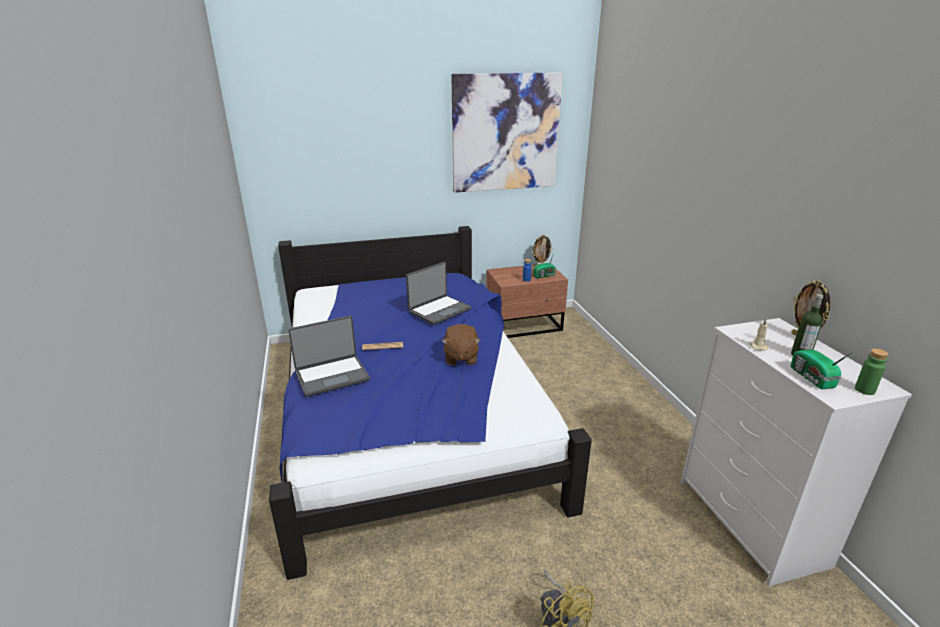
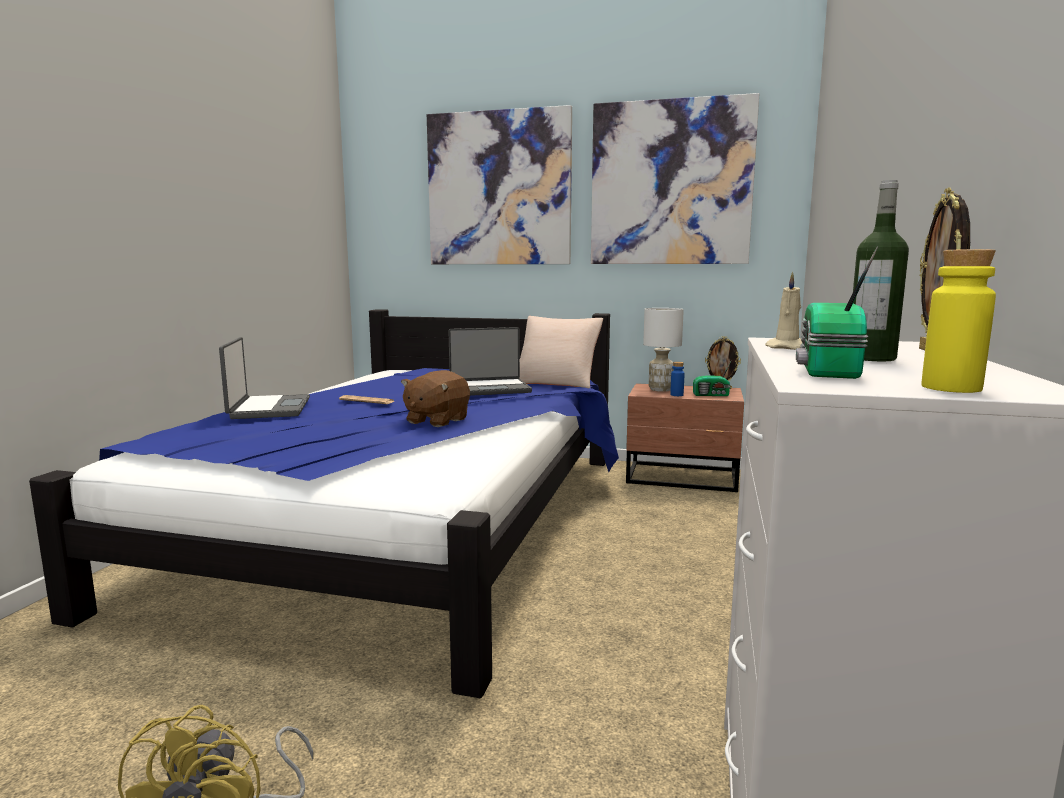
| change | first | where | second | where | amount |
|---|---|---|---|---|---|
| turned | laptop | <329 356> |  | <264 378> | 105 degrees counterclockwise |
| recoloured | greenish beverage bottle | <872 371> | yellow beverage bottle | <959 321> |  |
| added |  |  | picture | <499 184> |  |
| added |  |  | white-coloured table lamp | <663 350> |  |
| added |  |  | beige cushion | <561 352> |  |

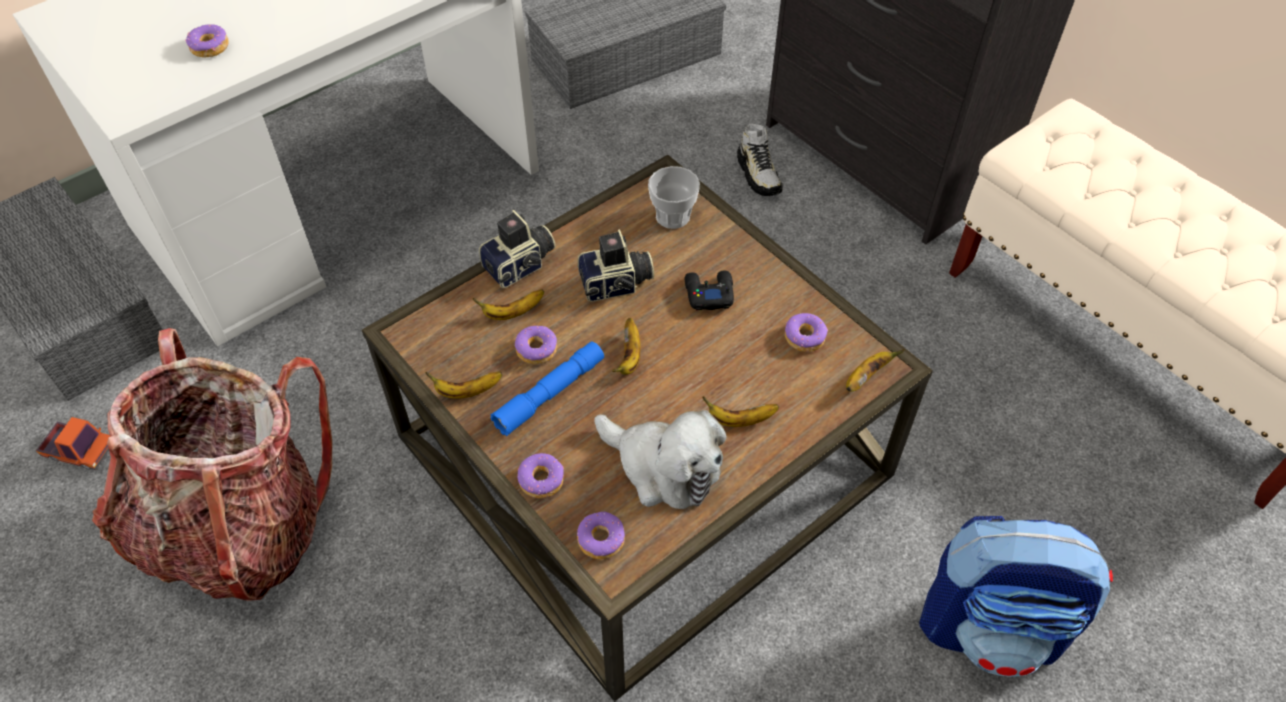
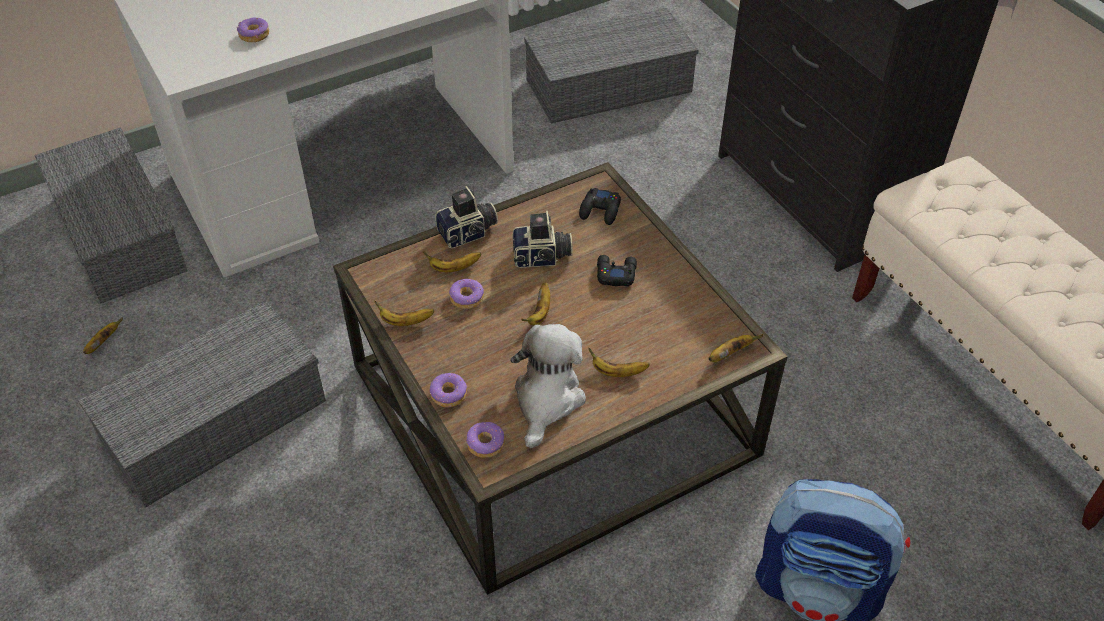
| change | first | where | second | where | amount |
|---|---|---|---|---|---|
| removed | low shoe | <760 160> |  |  |  |
| replaced | cup | <674 197> | black-coloured joypad | <600 206> |  |
| removed | ring doughnut | <806 332> |  |  |  |
| replaced | rucksack | <212 464> | grey storage box | <202 403> |  |
| removed | blue flashlight | <547 388> |  |  |  |
| turned | cuddly toy | <661 459> |  | <548 386> | 120 degrees counterclockwise |
| replaced | toy truck | <73 443> | banana | <103 335> |  |

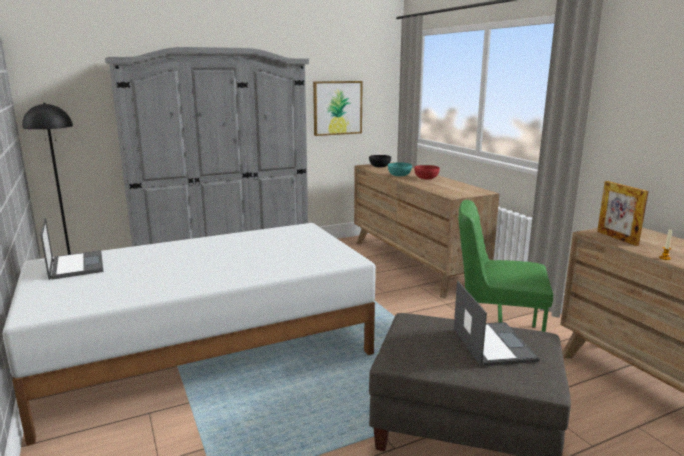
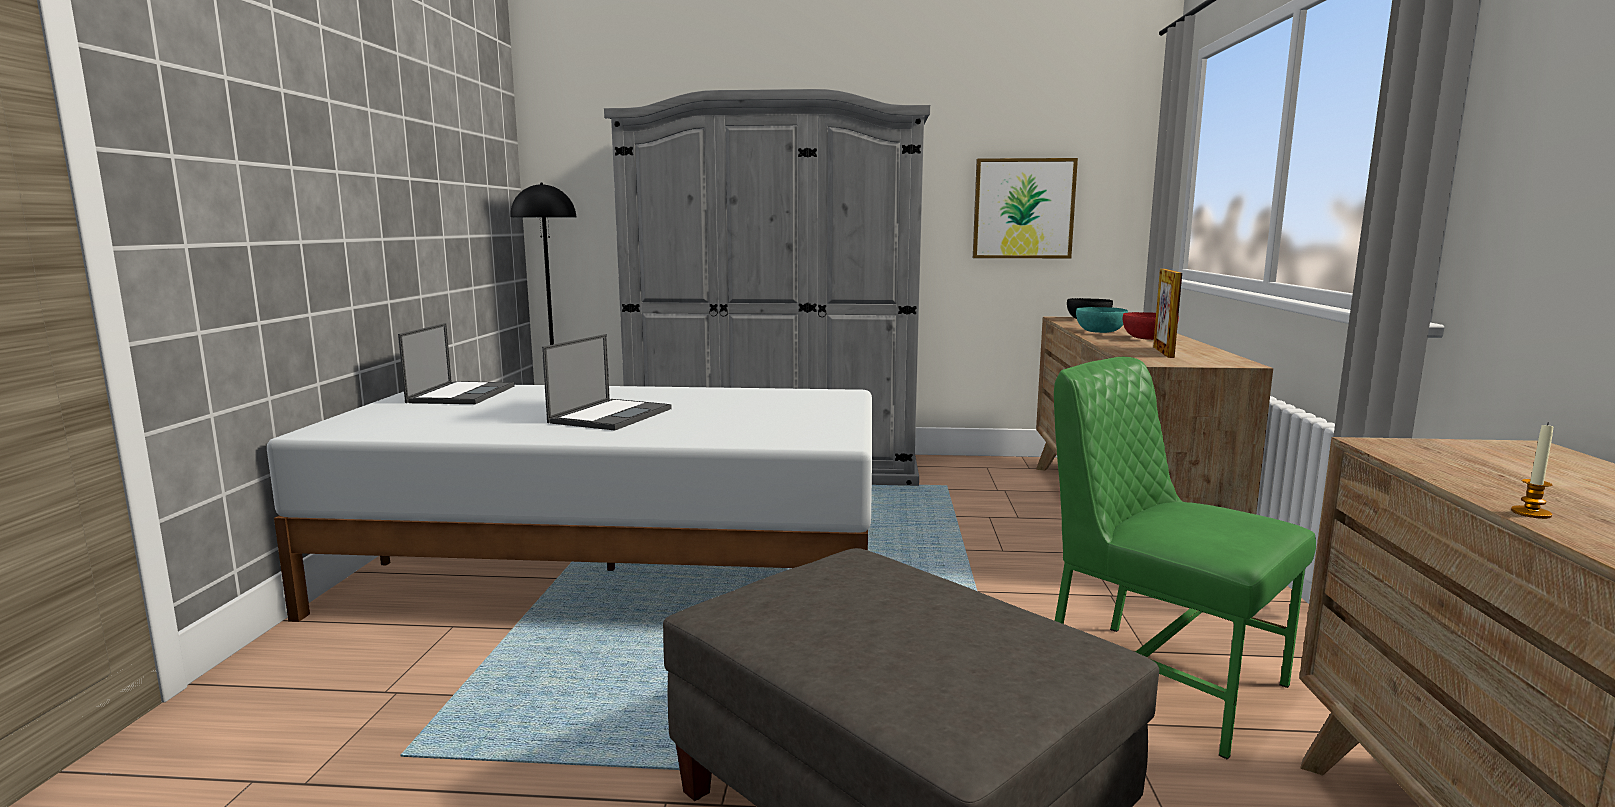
| change | first | where | second | where | amount |
|---|---|---|---|---|---|
| moved | photo frame | <623 213> |  | <1167 313> |  |
| moved | laptop | <497 323> |  | <607 382> |  |

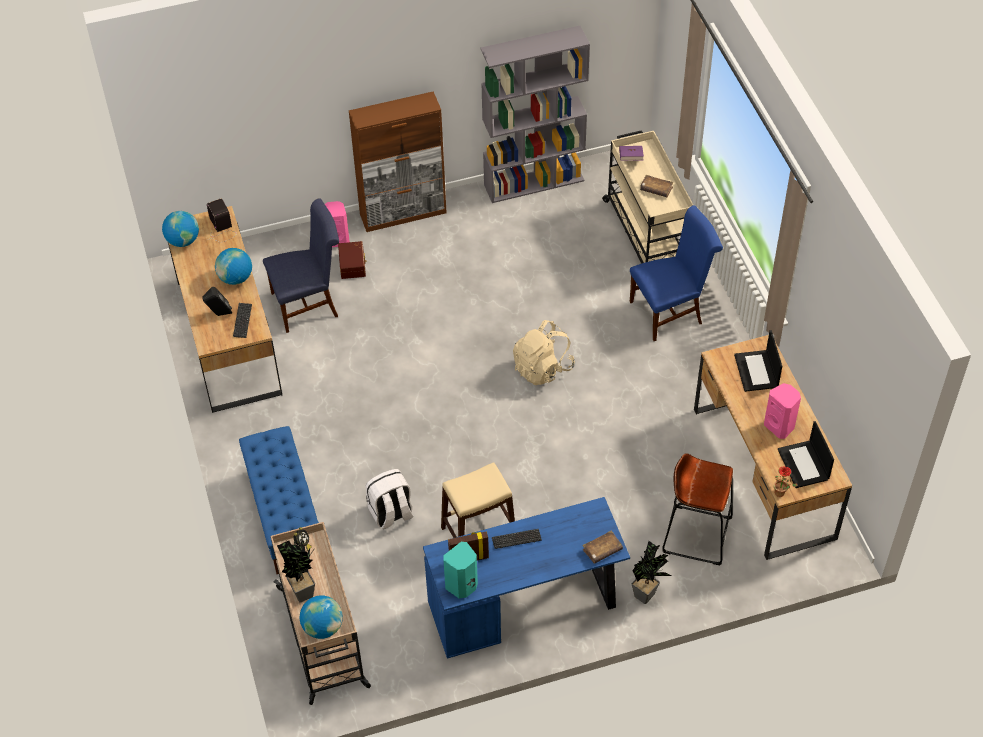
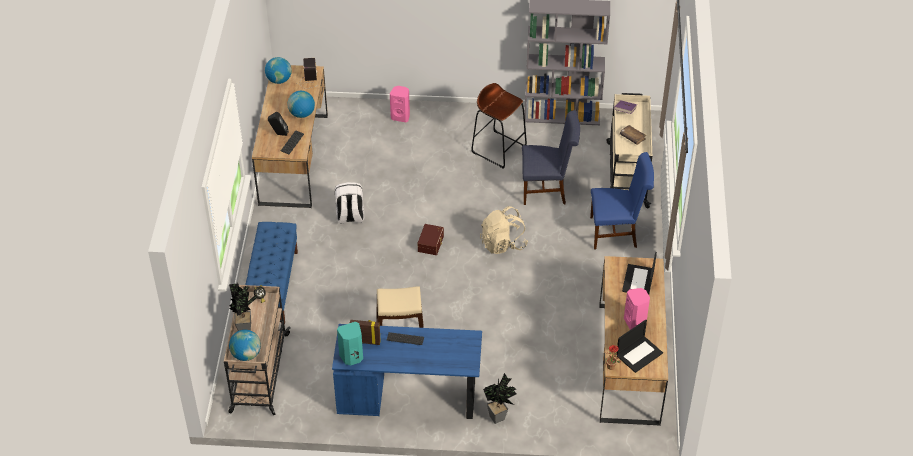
| change | first | where | second | where | amount |
|---|---|---|---|---|---|
| removed | brown-coloured storage cabinet | <398 161> |  |  |  |
| moved | blue upright chair | <301 265> |  | <551 157> |  |
| moved | brown-coloured storage box | <352 260> |  | <431 239> |  |
| turned | laptop | <806 454> |  | <639 346> | 135 degrees counterclockwise |
| moved | brown-coloured stool seat | <697 509> |  | <499 126> |  |
| moved | white-coloured rucksack | <389 499> |  | <350 203> |  |
| removed | brown-coloured bound book | <602 547> |  |  |  |

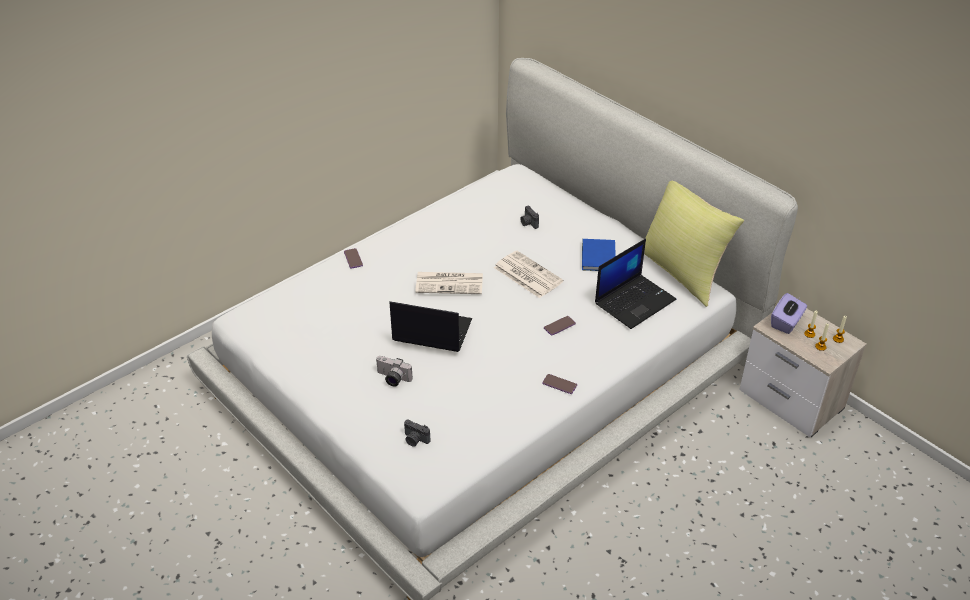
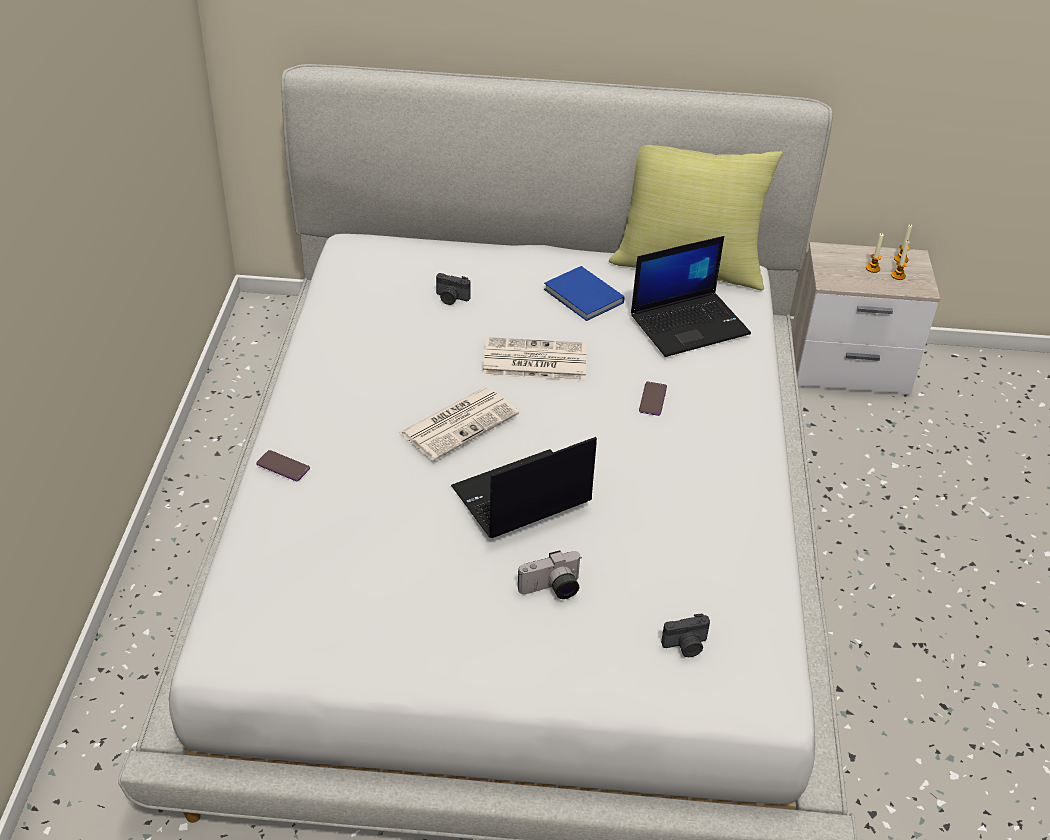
| change | first | where | second | where | amount |
|---|---|---|---|---|---|
| turned | laptop | <635 284> |  | <691 296> | 60 degrees clockwise |
| removed | purple-coloured tissue holder | <789 313> |  |  |  |
| removed | phone | <559 384> |  |  |  |

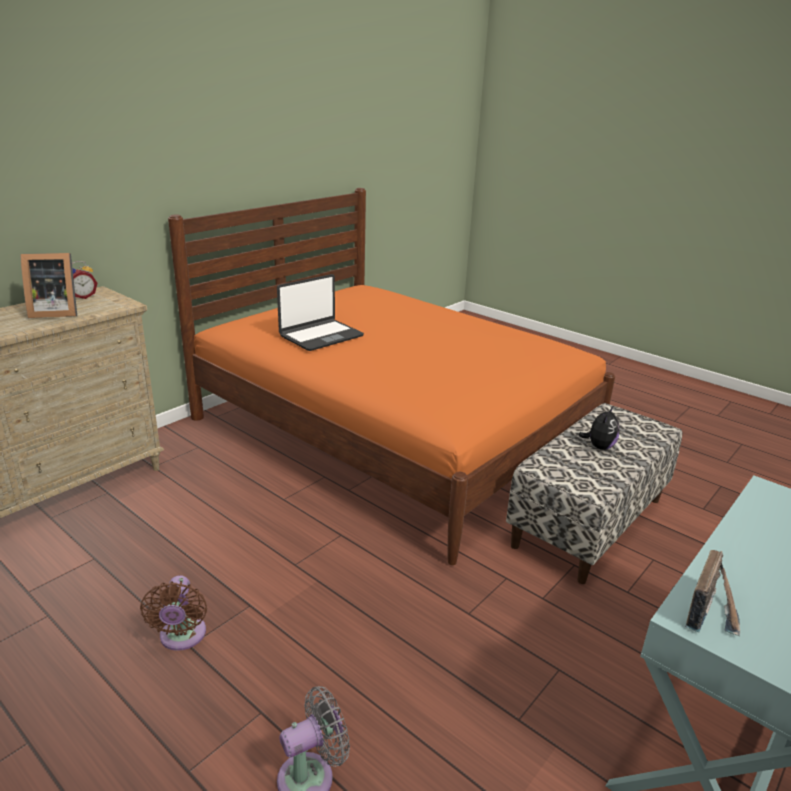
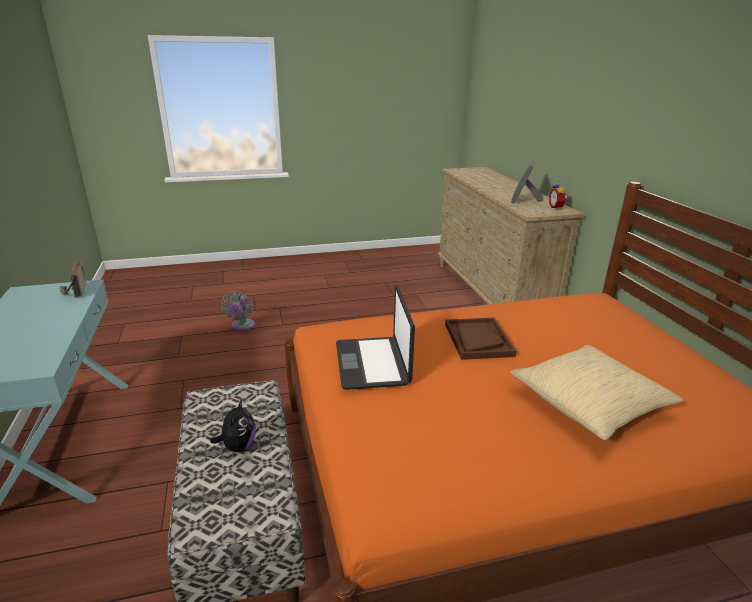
| change | first | where | second | where | amount |
|---|---|---|---|---|---|
| moved | laptop | <320 312> |  | <375 338> |  |
| turned | cuddly toy | <599 427> |  | <233 425> | 150 degrees counterclockwise |
| removed | brown-coloured cooling fan | <173 613> |  |  |  |
| added |  |  | brown-coloured carrying tray | <481 339> |  |
| added |  |  | beige cushion | <597 392> |  |

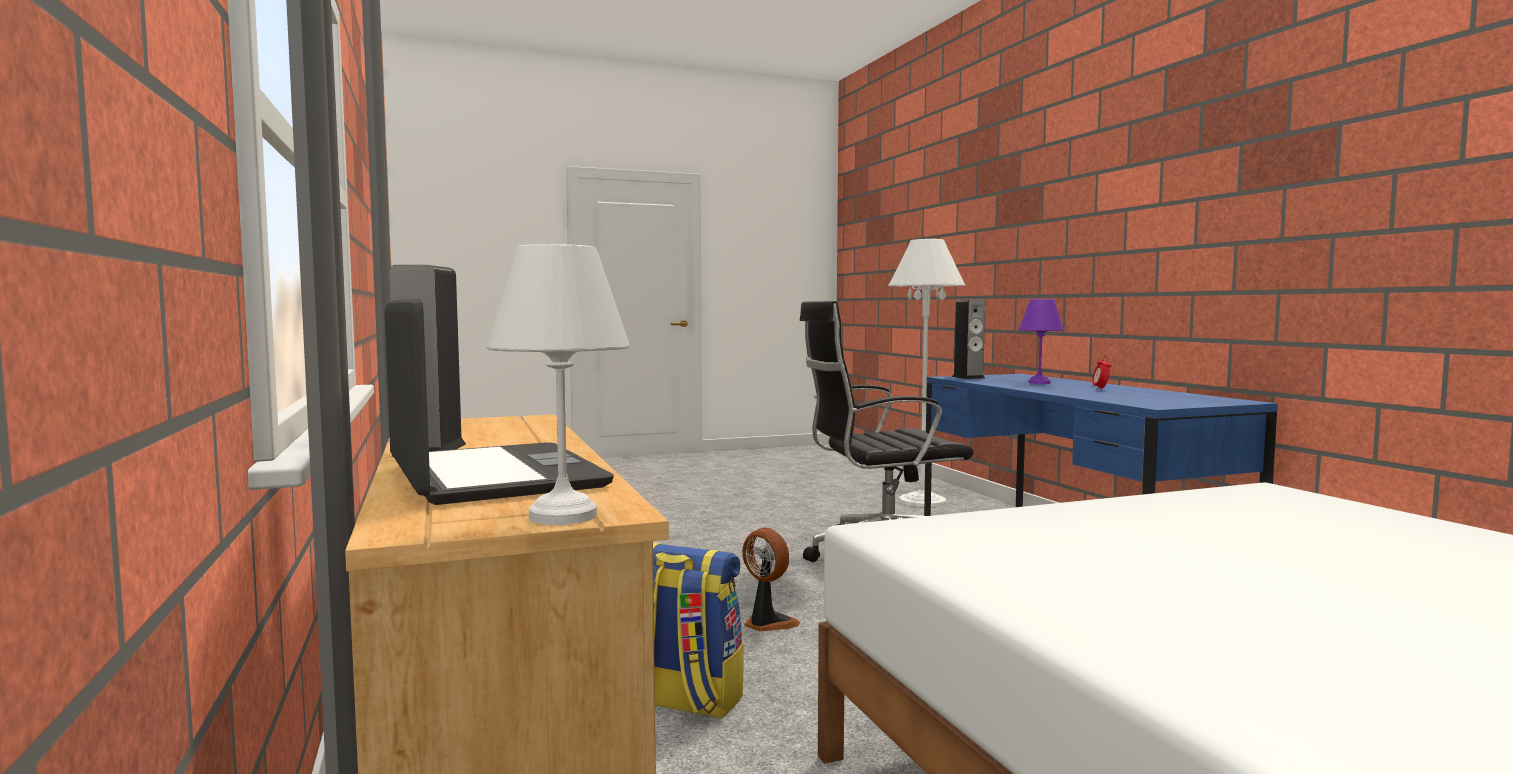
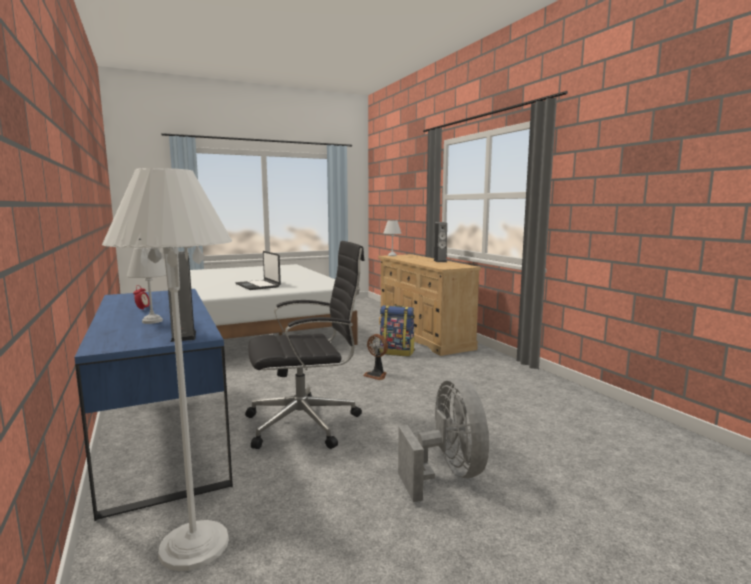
| change | first | where | second | where | amount |
|---|---|---|---|---|---|
| moved | laptop | <499 402> |  | <258 270> |  |
| recoloured | purple-coloured table lamp | <1041 341> | white-coloured table lamp | <146 286> |  |
| added |  |  | grey cooling fan | <443 440> |  |

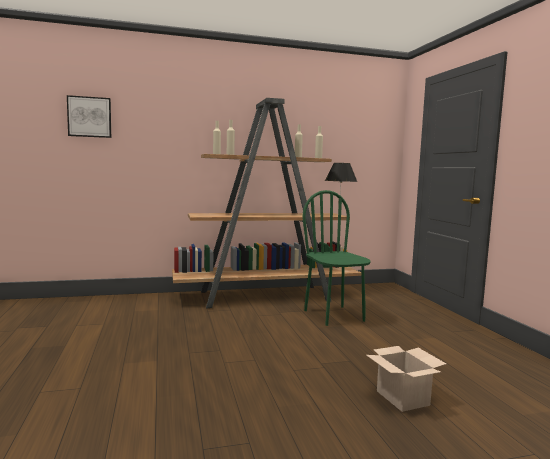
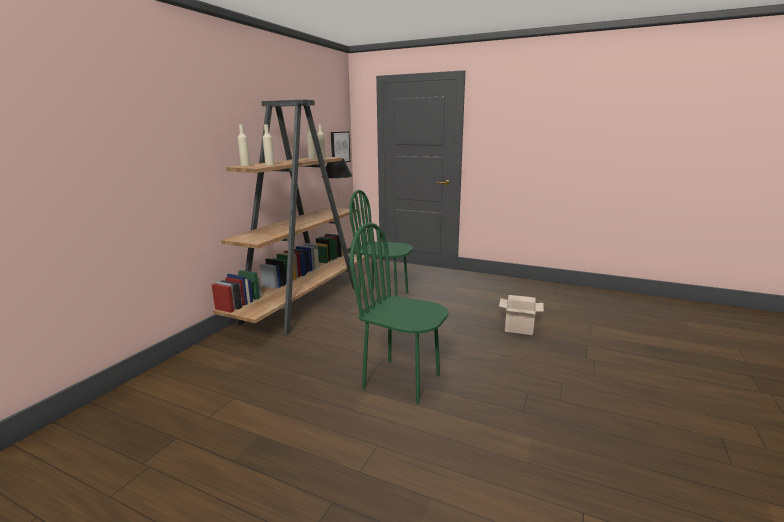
| change | first | where | second | where | amount |
|---|---|---|---|---|---|
| moved | picture | <89 116> |  | <340 147> |  |
| added |  |  | greenish upright chair | <399 313> |  |

